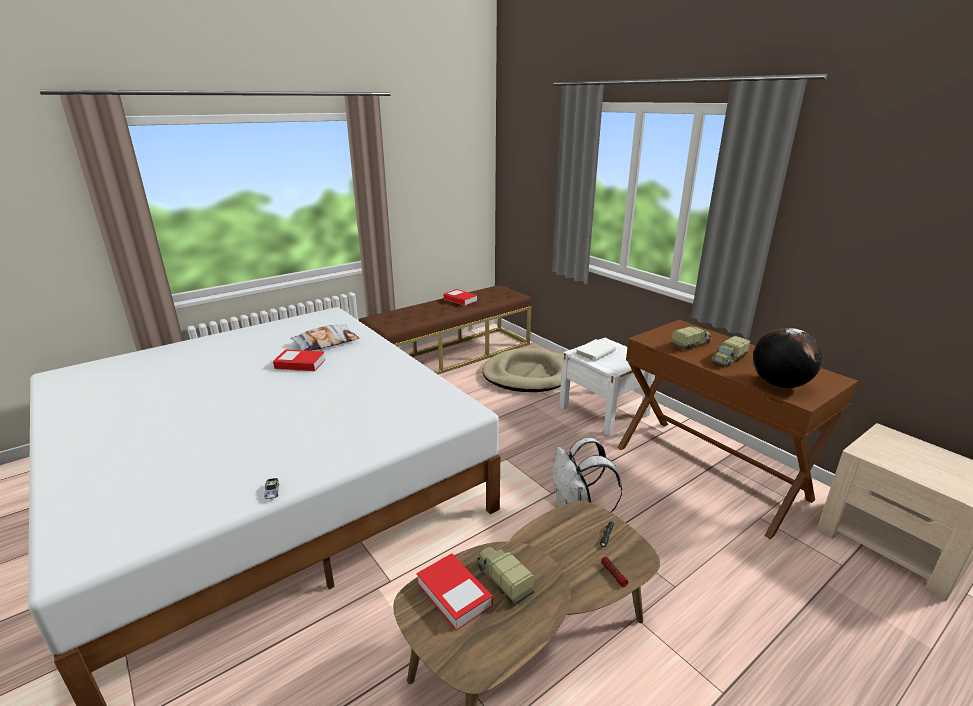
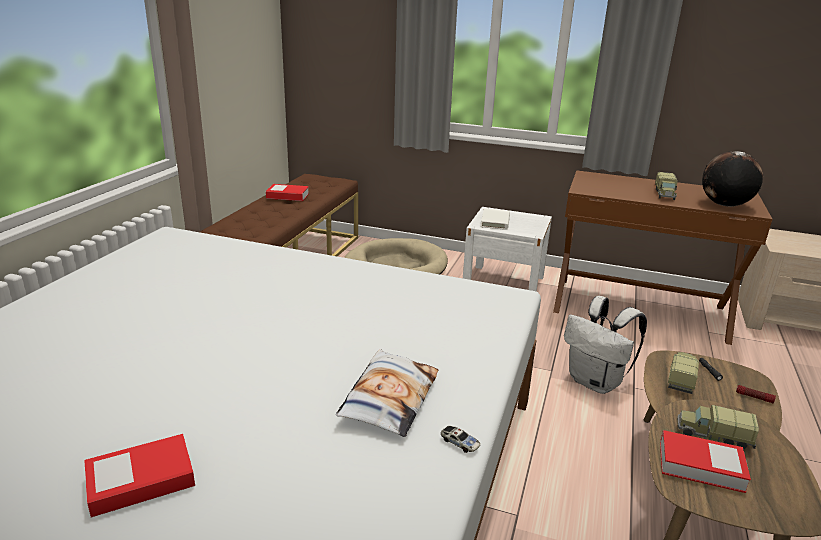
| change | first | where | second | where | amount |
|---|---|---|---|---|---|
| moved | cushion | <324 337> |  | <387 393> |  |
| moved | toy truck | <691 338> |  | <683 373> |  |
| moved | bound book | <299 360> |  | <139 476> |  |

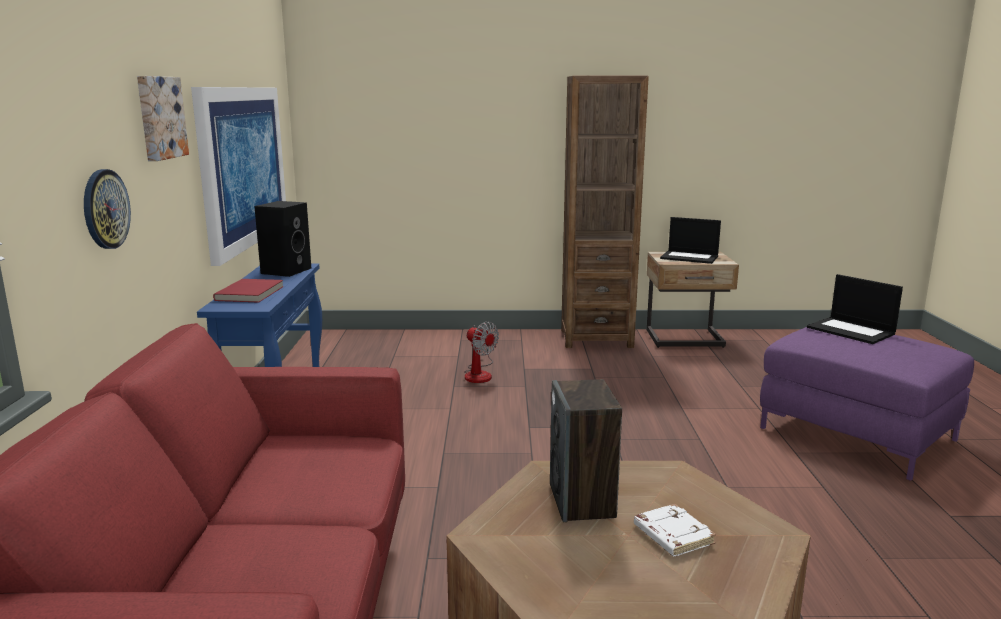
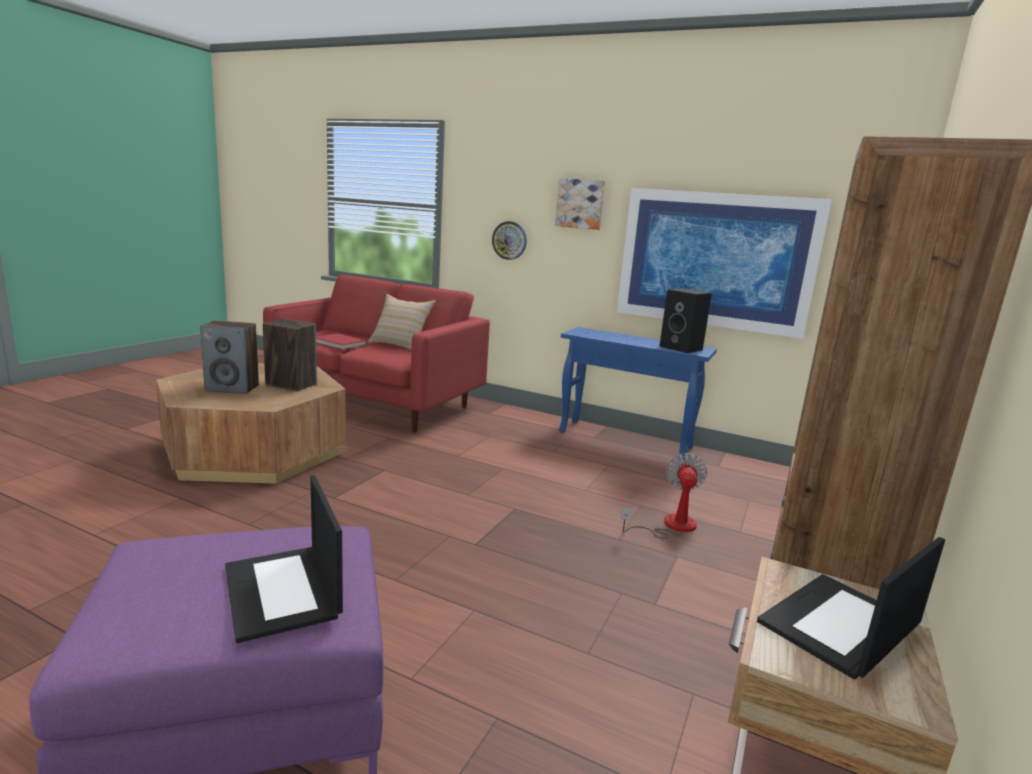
| change | first | where | second | where | amount |
|---|---|---|---|---|---|
| turned | laptop | <855 309> |  | <284 559> | 105 degrees counterclockwise |
| moved | red-coloured bound book | <248 291> |  | <341 341> |  |
| turned | cooling fan | <481 352> |  | <664 495> | 120 degrees clockwise |
| replaced | white-coloured bound book | <675 530> | speaker | <229 357> |  |
| added |  |  | beige cushion | <402 322> |  |

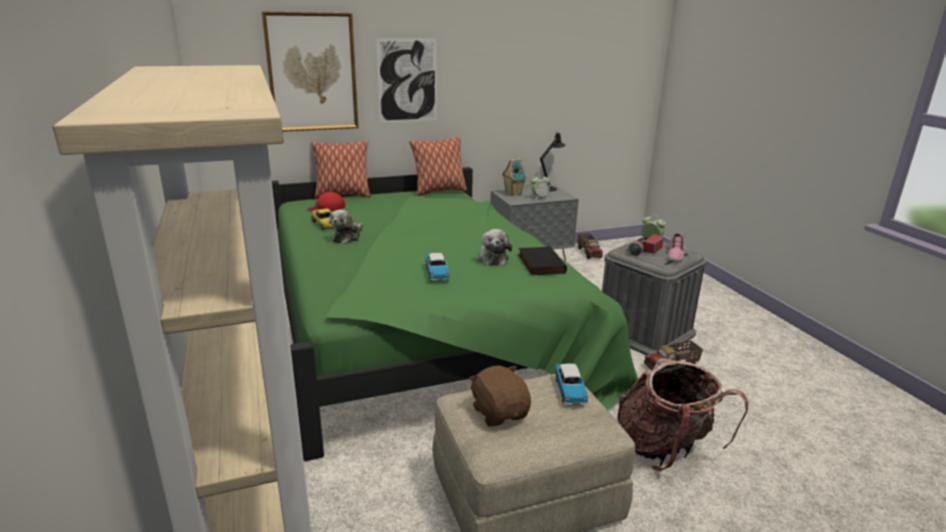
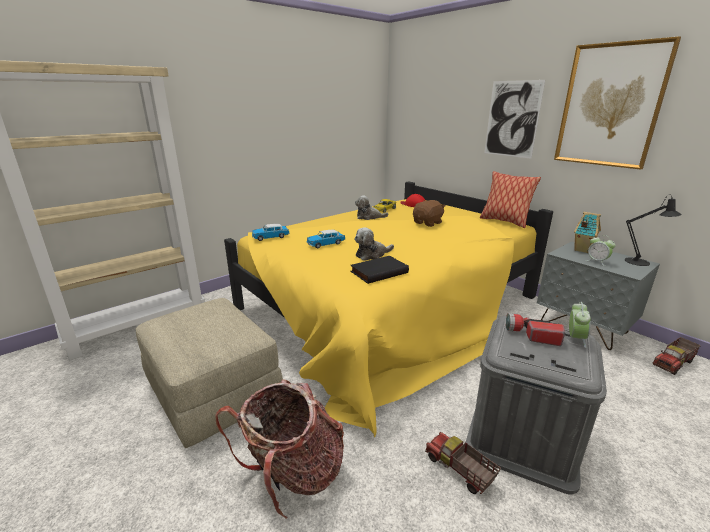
| change | first | where | second | where | amount |
|---|---|---|---|---|---|
| moved | picture | <310 71> |  | <617 103> |  |
| removed | cushion | <341 170> |  |  |  |
| recoloured | greenish bed | <455 314> | yellow bed | <388 310> |  |
| removed | low shoe | <675 247> |  |  |  |
| moved | miniature car | <571 384> |  | <271 232> |  |
| moved | brown-coloured cuddly toy | <500 396> |  | <429 213> |  |

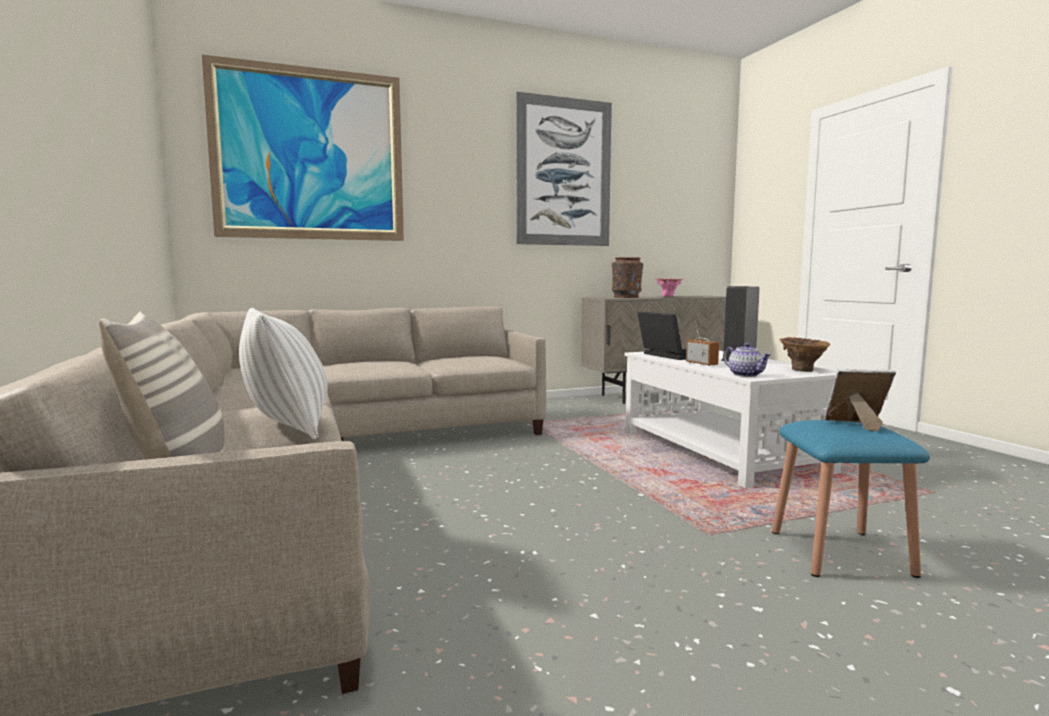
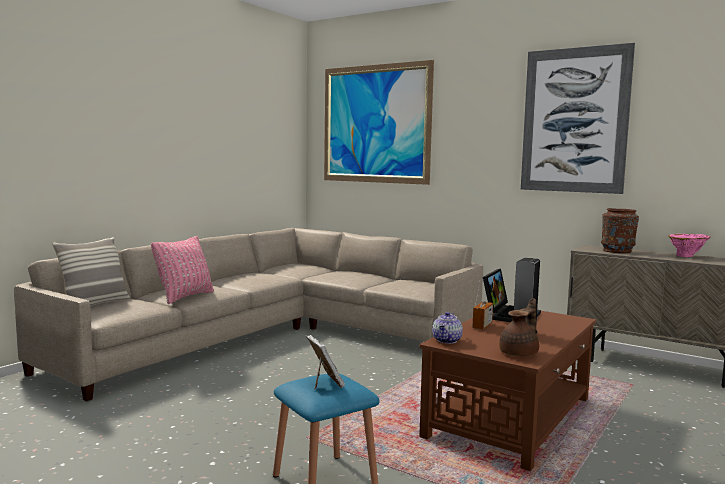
| change | first | where | second | where | amount |
|---|---|---|---|---|---|
| recoloured | white-coloured cushion | <283 373> | pink cushion | <182 270> |  |
| replaced | brown-coloured decorative vase | <804 354> | brown-coloured teapot | <519 327> |  |
| recoloured | white-coloured low table | <732 419> | brown-coloured low table | <507 388> |  |

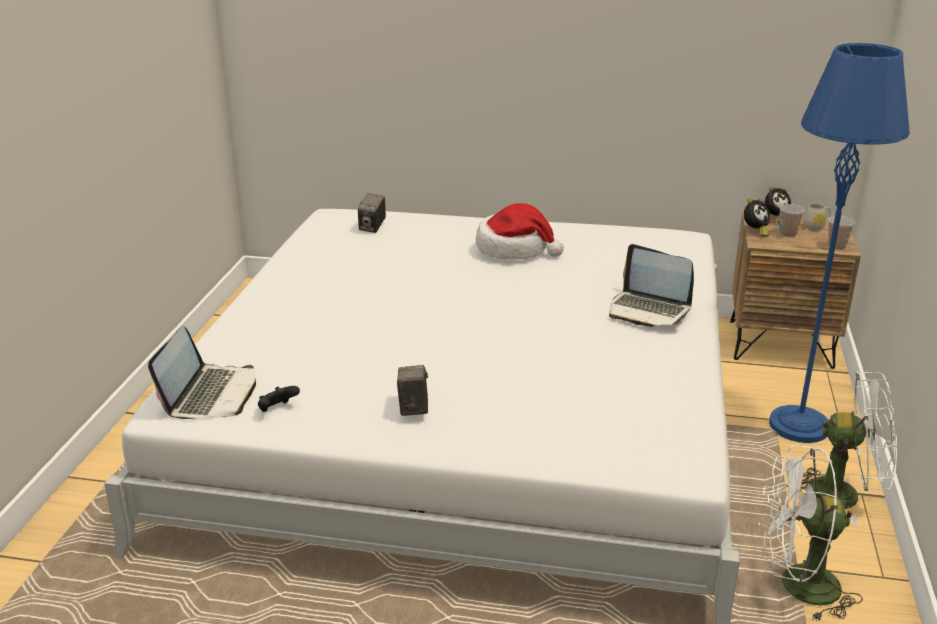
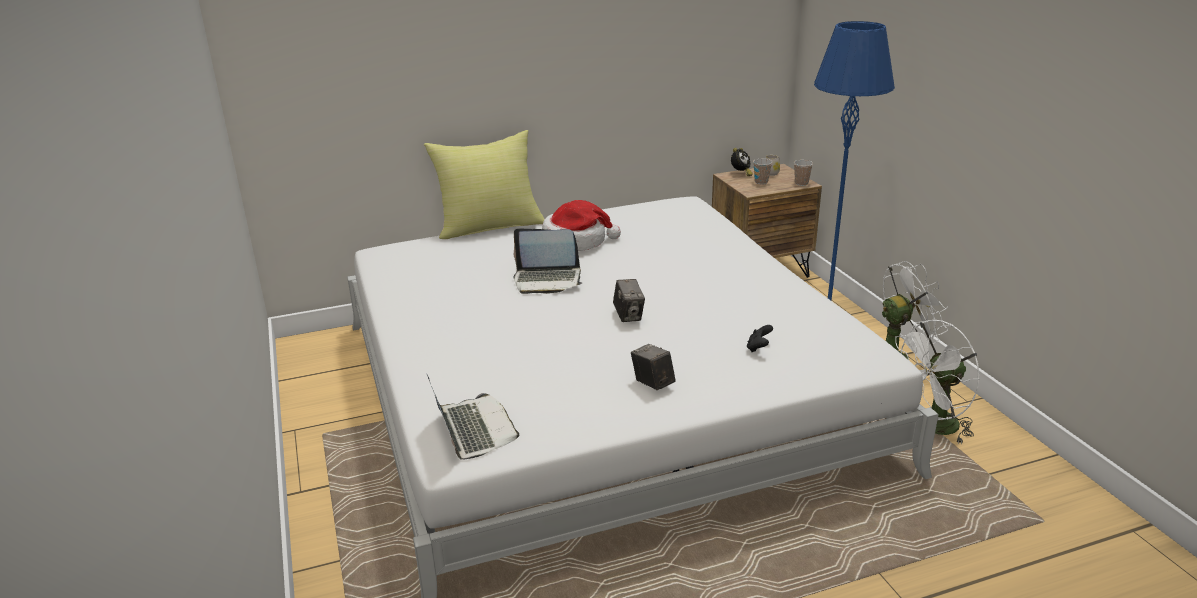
| change | first | where | second | where | amount |
|---|---|---|---|---|---|
| moved | photo camera | <372 213> |  | <629 300> |  |
| removed | alarm clock | <757 217> |  |  |  |
| moved | laptop | <651 285> |  | <548 261> |  |
| moved | black-coloured joypad | <279 399> |  | <760 338> |  |
| added |  |  | yellow cushion | <484 184> |  |

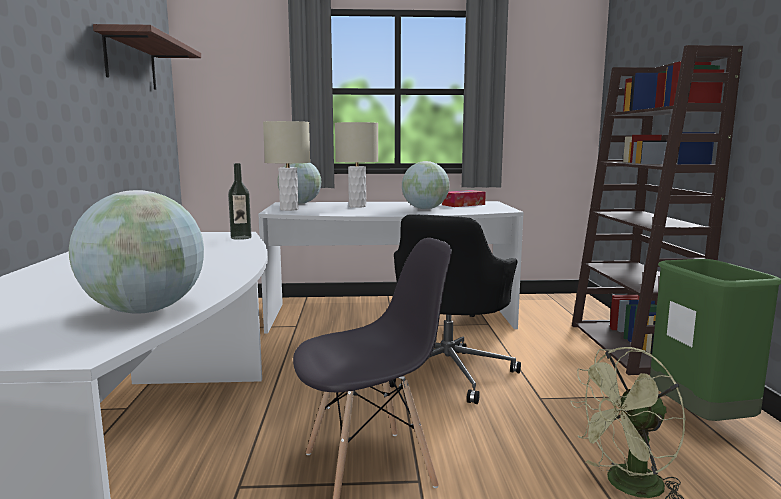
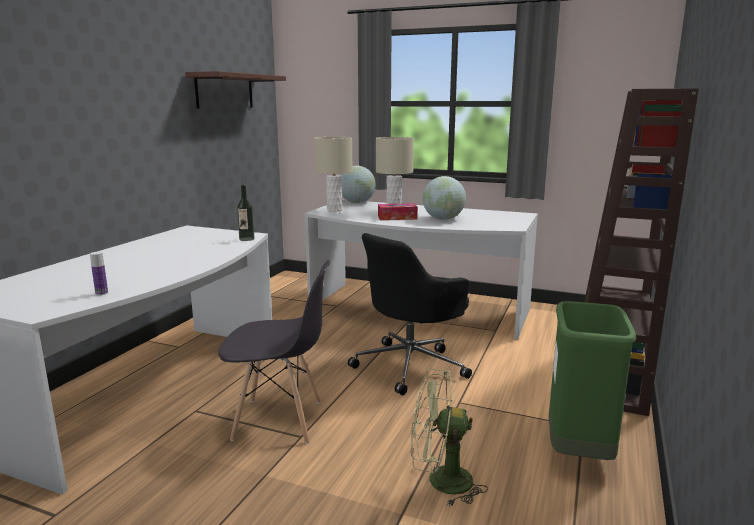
| change | first | where | second | where | amount |
|---|---|---|---|---|---|
| replaced | globe | <136 252> | beverage bottle | <99 273> |  |
| moved | tissue holder | <464 198> |  | <397 211> |  |

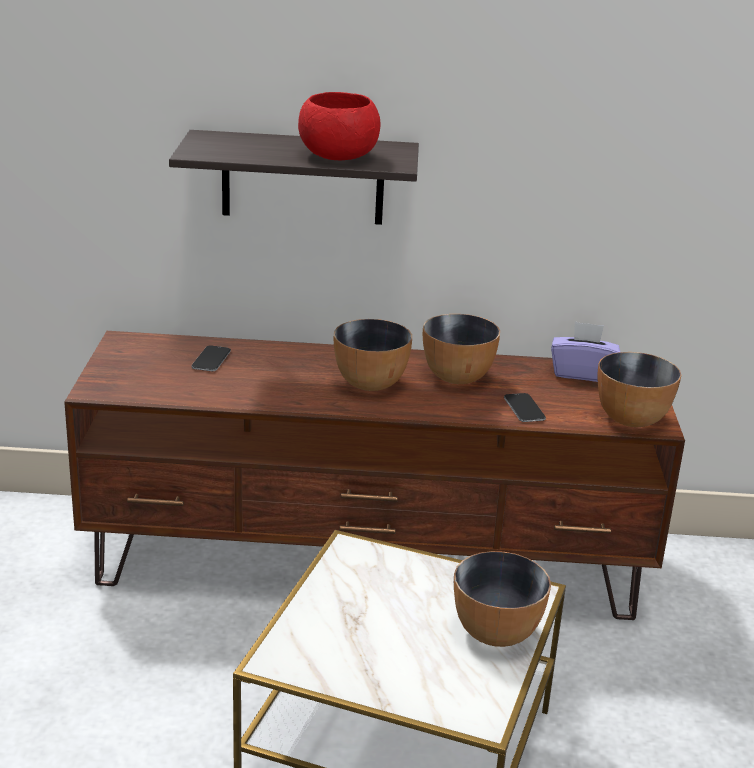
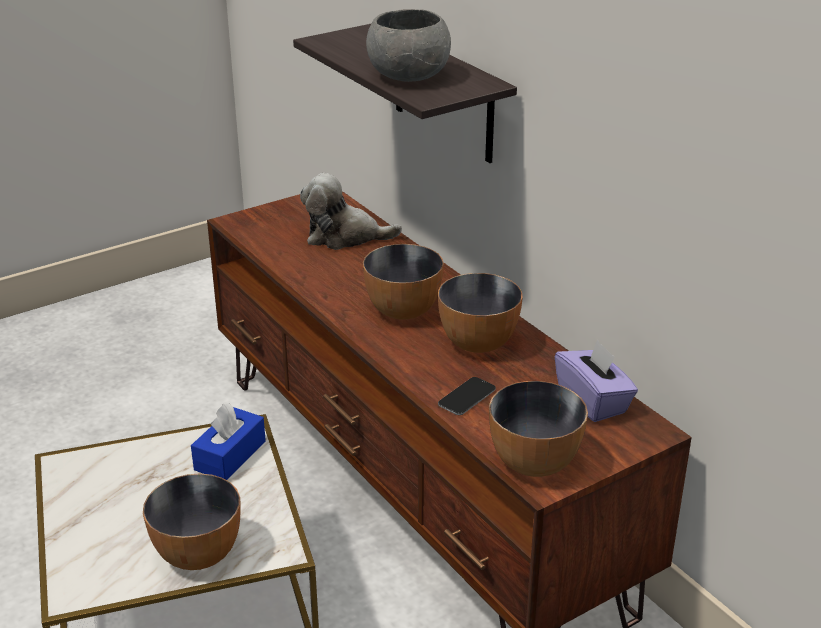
| change | first | where | second | where | amount |
|---|---|---|---|---|---|
| recoloured | red-coloured deep dish | <339 126> | grey deep dish | <408 45> |  |
| replaced | phone | <211 358> | cuddly toy | <351 211> |  |
| added |  |  | blue tissue holder | <228 441> |  |

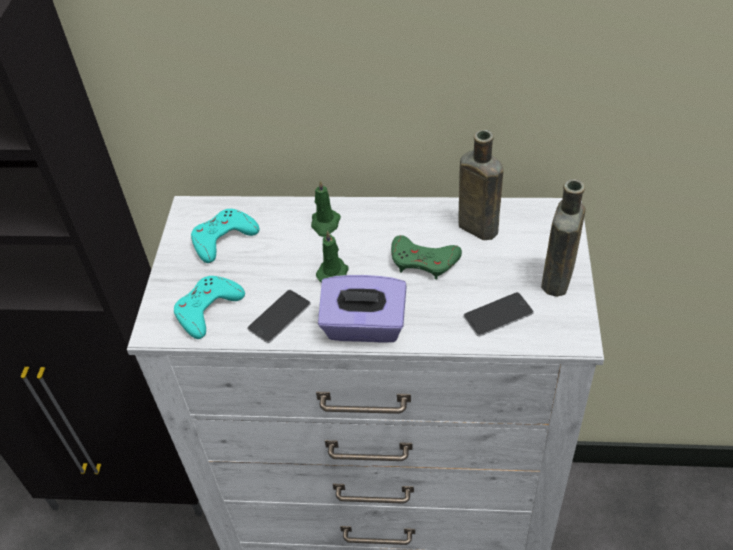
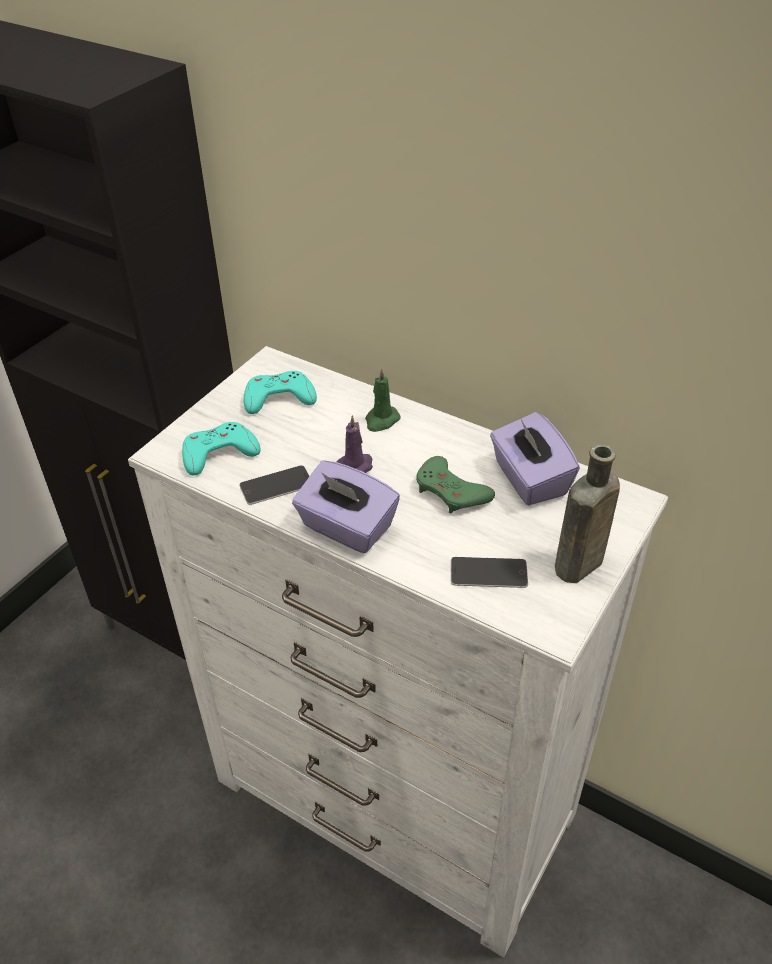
| change | first | where | second | where | amount |
|---|---|---|---|---|---|
| replaced | brown-coloured beverage bottle | <480 184> | purple-coloured tissue holder | <535 458> |  |
| recoloured | greenish candle | <332 256> | purple-coloured candle | <355 444> |  |

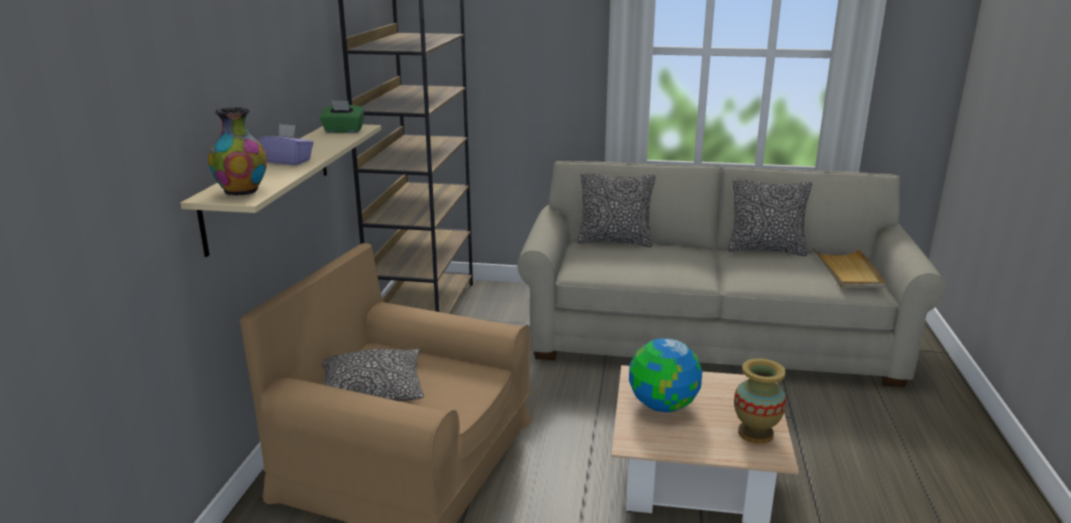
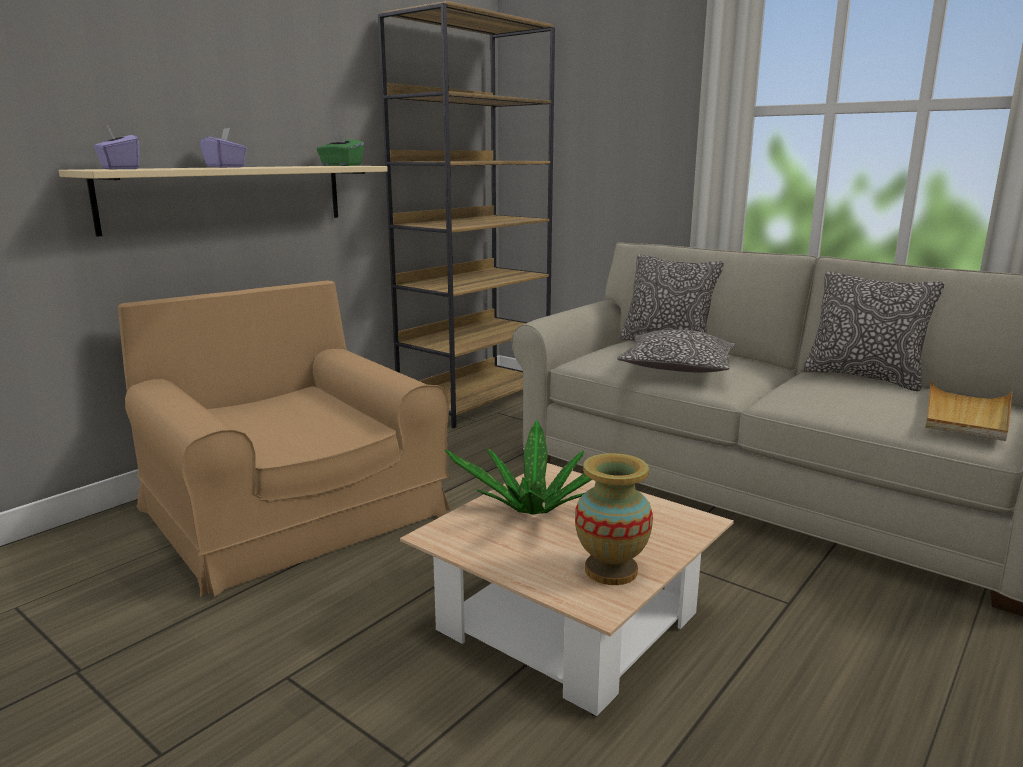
| change | first | where | second | where | amount |
|---|---|---|---|---|---|
| replaced | decorative vase | <237 151> | purple-coloured tissue holder | <117 147> |  |
| replaced | globe | <665 375> | houseplant | <518 467> |  |
| moved | cushion | <373 375> |  | <677 351> |  |

